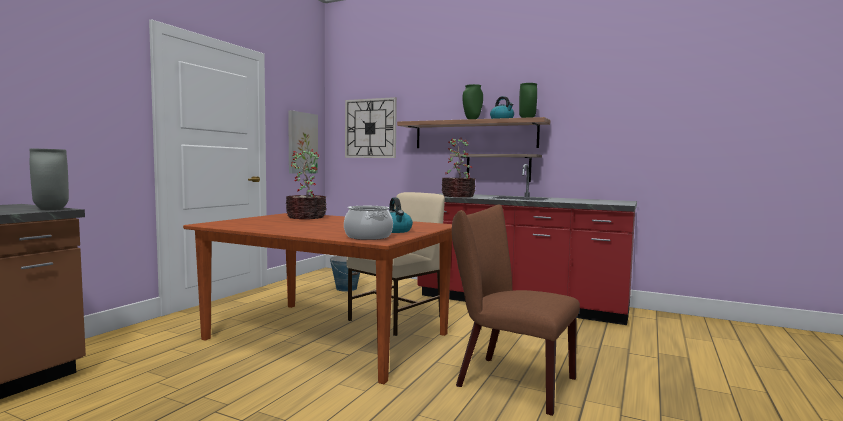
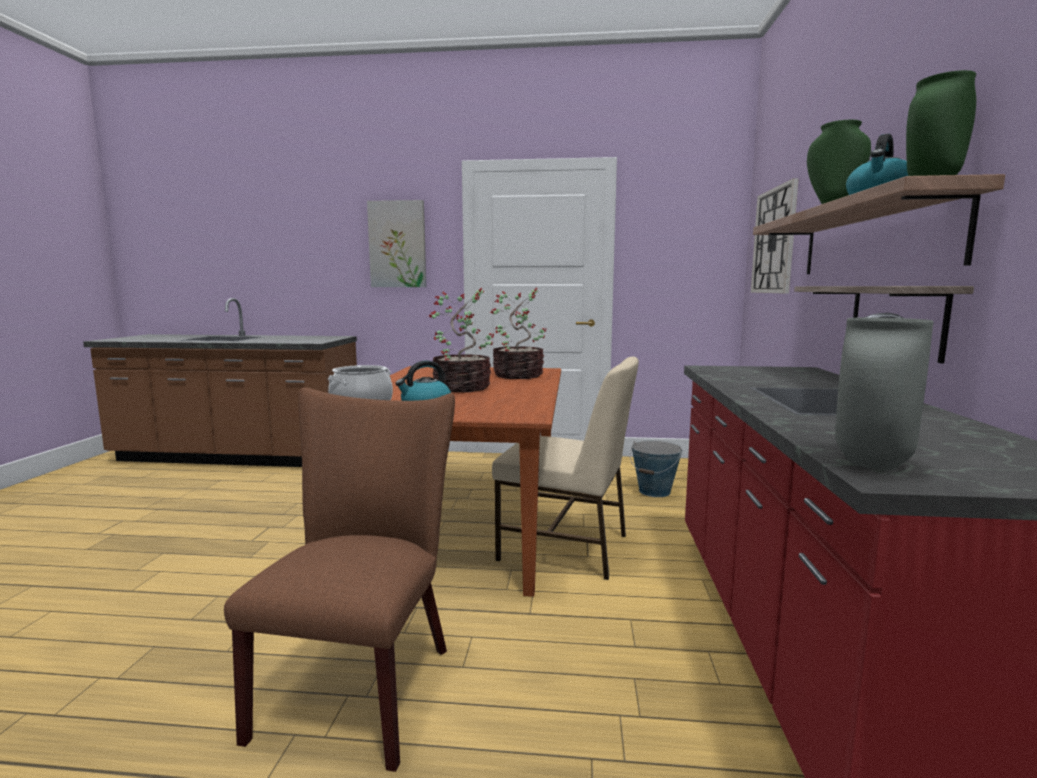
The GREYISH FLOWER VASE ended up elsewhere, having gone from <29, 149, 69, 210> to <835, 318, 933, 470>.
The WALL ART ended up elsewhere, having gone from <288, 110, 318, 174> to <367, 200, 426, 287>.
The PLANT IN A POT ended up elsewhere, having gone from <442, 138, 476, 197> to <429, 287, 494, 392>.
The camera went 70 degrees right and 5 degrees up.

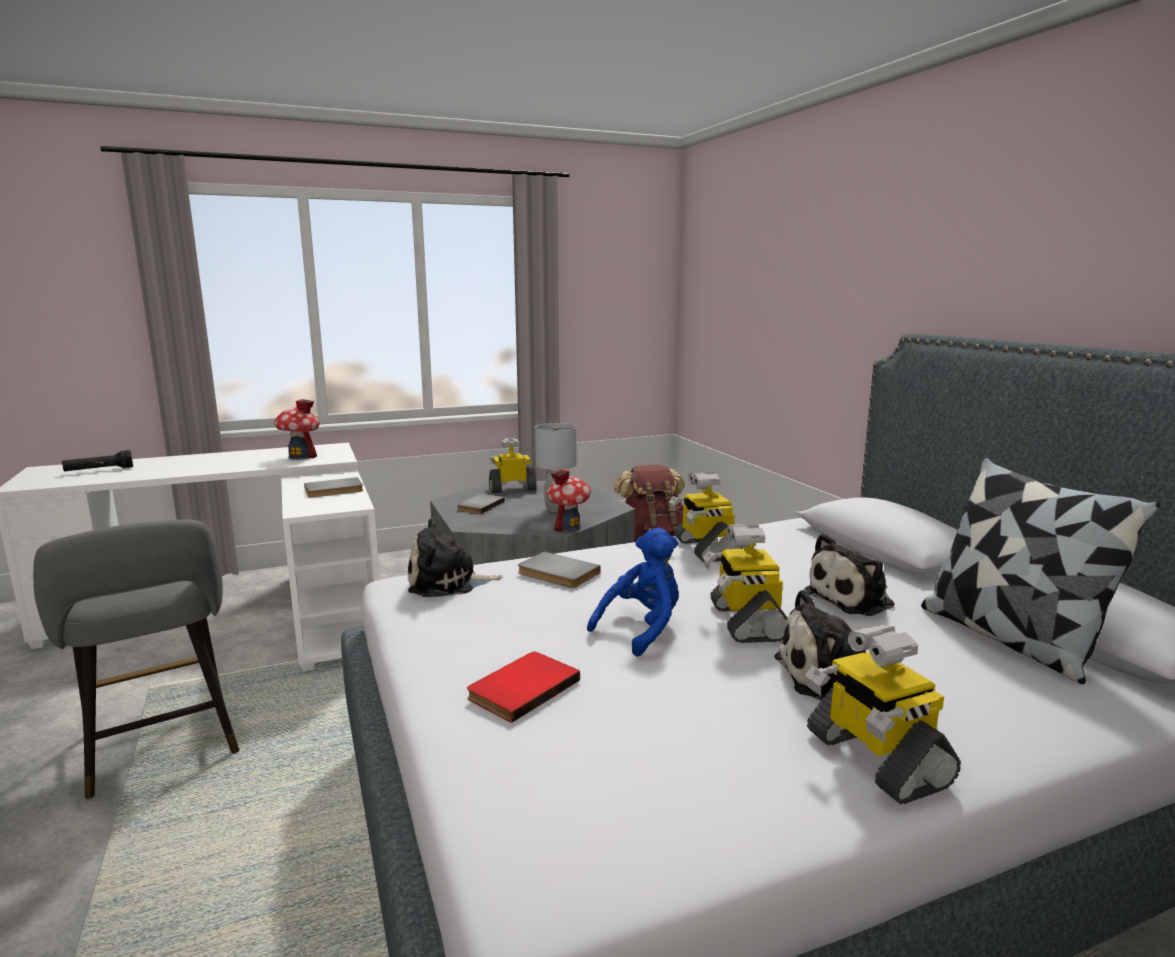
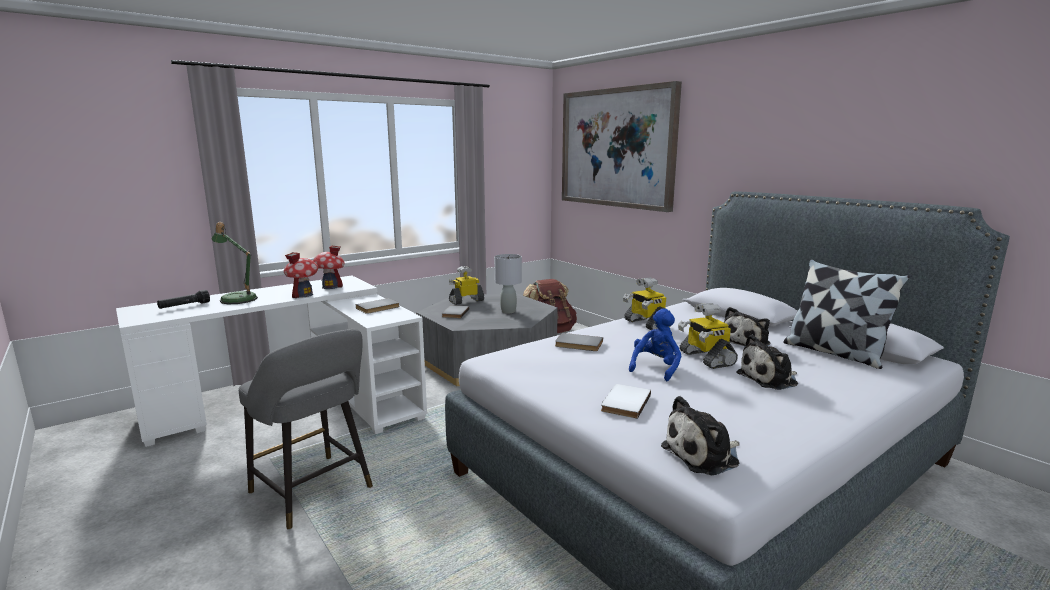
The second view lost the TOY ROBOT at <805, 625, 961, 805>.
The second view gained the TABLE LAMP at <211, 222, 258, 304>.
The second view gained the WALL ART at <562, 81, 682, 212>.
The PLUSH TOY ended up elsewhere, having gone from <408, 518, 503, 597> to <661, 396, 740, 475>.
The TOY HOUSE ended up elsewhere, having gone from <546, 469, 591, 532> to <284, 252, 318, 298>.
What was the RED VOLUME at <467, 652, 580, 723> turned into the WHITE-COLOURED VOLUME at <601, 384, 651, 419>.
The camera went 15 degrees left and 0 degrees up.

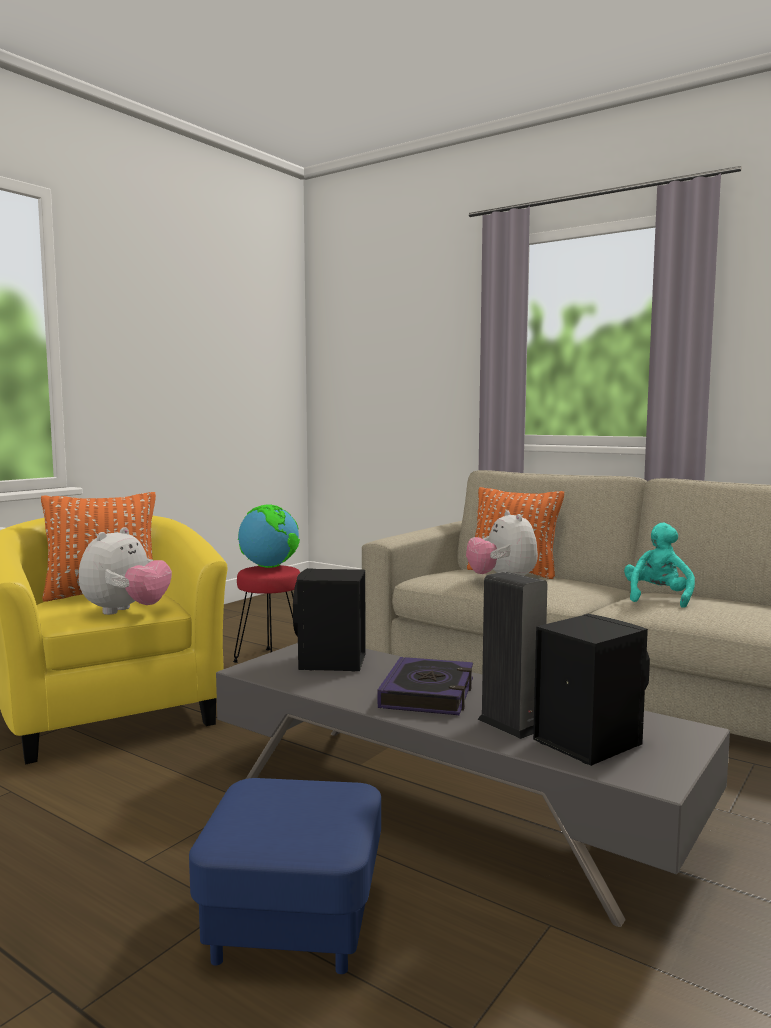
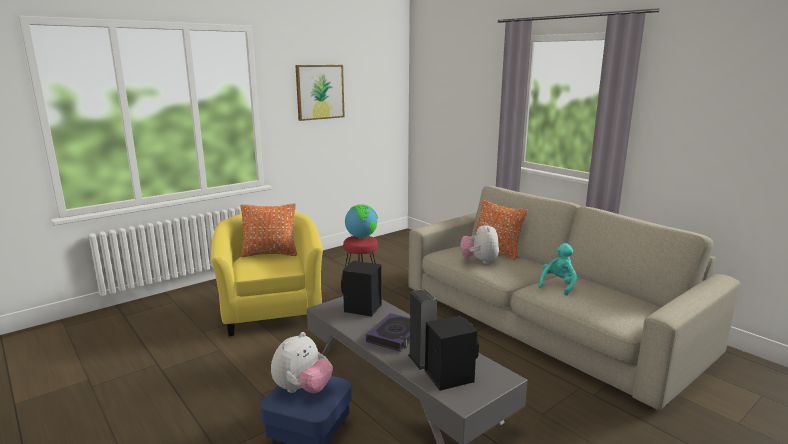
The second view gained the WALL ART at <295, 65, 345, 121>.
The PLUSH TOY ended up elsewhere, having gone from <79, 527, 172, 615> to <271, 332, 333, 393>.
The camera went 15 degrees right and 10 degrees up.

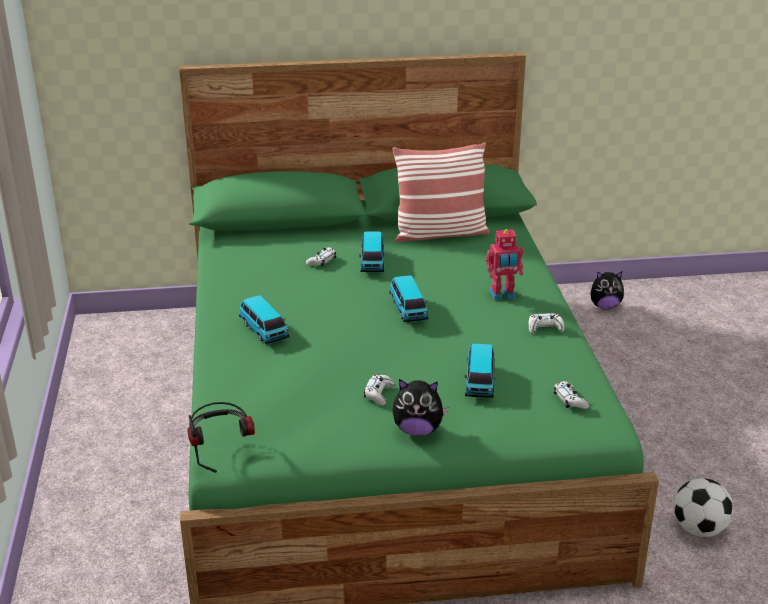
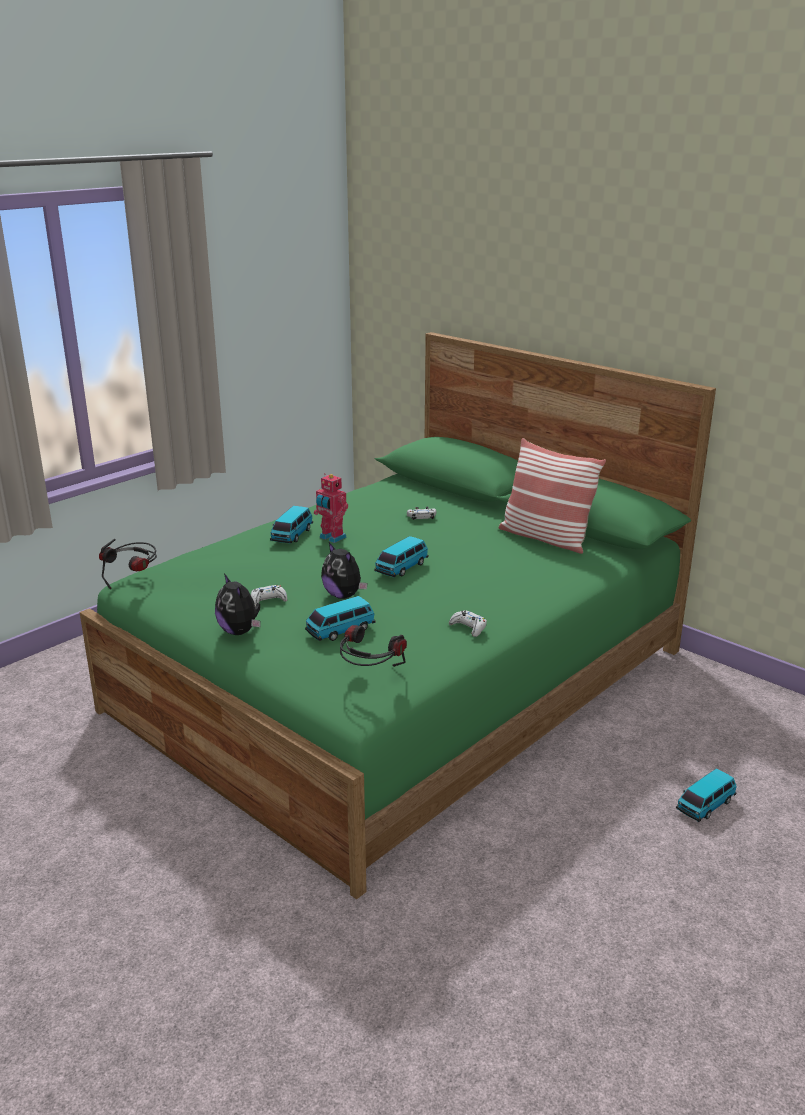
The second view lost the BALL FOR FOOTBALL at <673, 478, 734, 537>.
The MODEL CAR ended up elsewhere, having gone from <359, 231, 386, 272> to <676, 768, 737, 822>.
The TOY ROBOT ended up elsewhere, having gone from <485, 229, 523, 300> to <314, 473, 348, 543>.
The PLUSH TOY ended up elsewhere, having gone from <591, 271, 624, 310> to <321, 543, 367, 599>.
Where the WHITE-COLOURED GAME CONTROLLER stood at <554, 381, 589, 409>, the PAIR OF HEADPHONES came to stand at <340, 625, 407, 667>.
The camera went 50 degrees right and 5 degrees down.

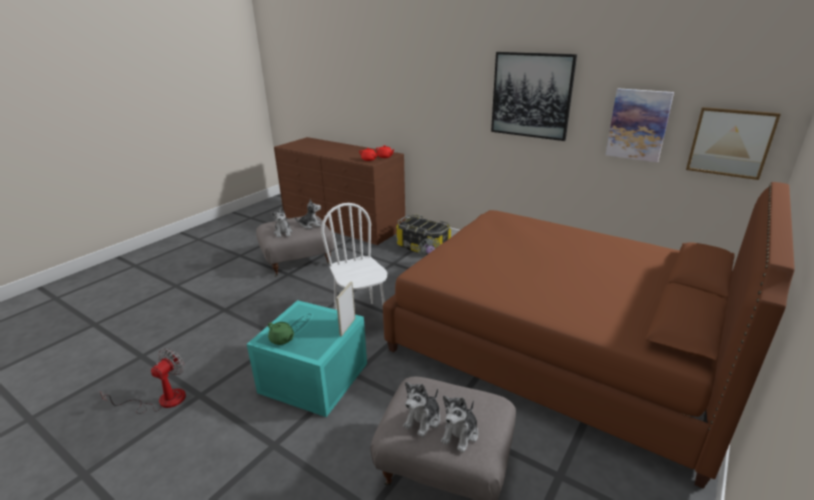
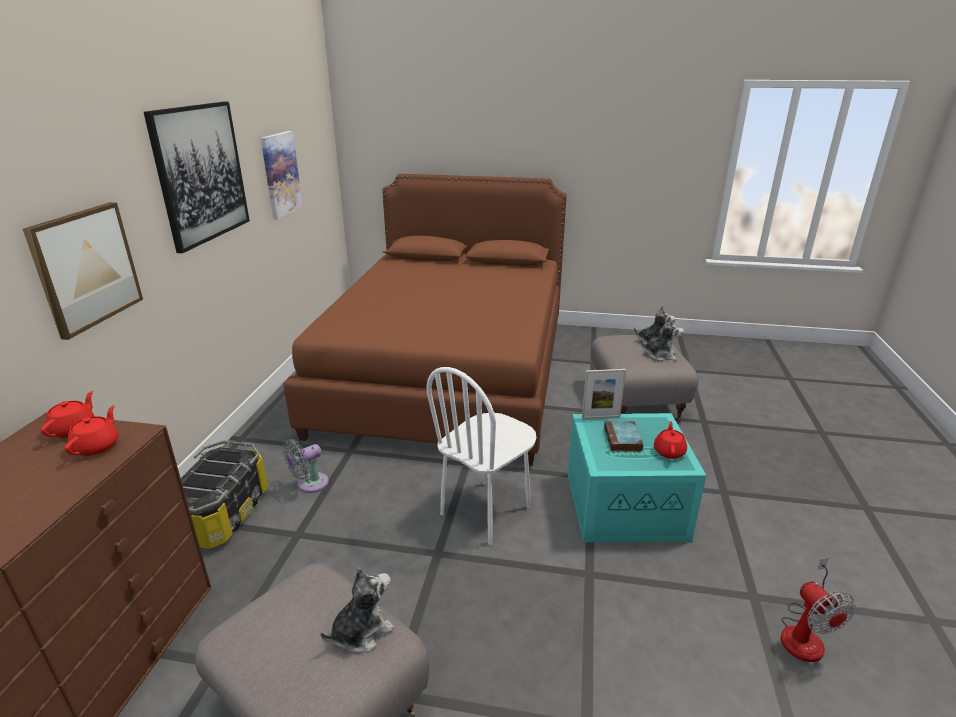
The second view lost the PLUSH TOY at <295, 199, 321, 229>.
The second view gained the VOLUME at <604, 421, 643, 452>.
The WALL ART ended up elsewhere, having gone from <686, 107, 781, 180> to <23, 202, 143, 340>.
What was the GREEN TEAPOT at <268, 322, 294, 345> turned into the RED TEAPOT at <654, 421, 687, 459>.
The COOLING FAN at <100, 349, 186, 413> ended up facing another way, 105 degrees counterclockwise from before.
The camera went 115 degrees left and 0 degrees up.

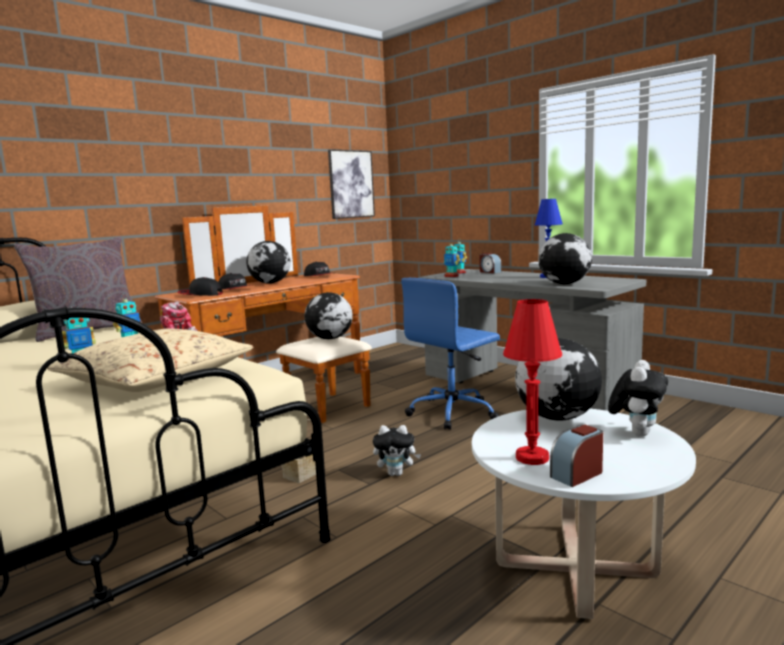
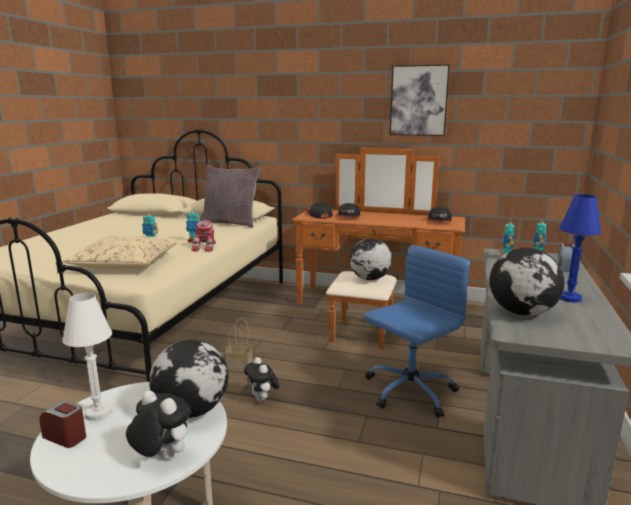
The second view lost the GLOBE at <246, 241, 291, 284>.
The WALL ART ended up elsewhere, having gone from <328, 149, 375, 219> to <390, 64, 450, 136>.
What was the RED TABLE LAMP at <503, 299, 562, 465> turned into the WHITE-COLOURED TABLE LAMP at <62, 293, 112, 421>.
The BLUE COMPUTER CHAIR at <401, 278, 500, 430> ended up facing another way, 120 degrees clockwise from before.
The PLUSH TOY at <608, 360, 668, 437> ended up facing another way, 150 degrees counterclockwise from before.
The camera went 60 degrees right and 5 degrees up.

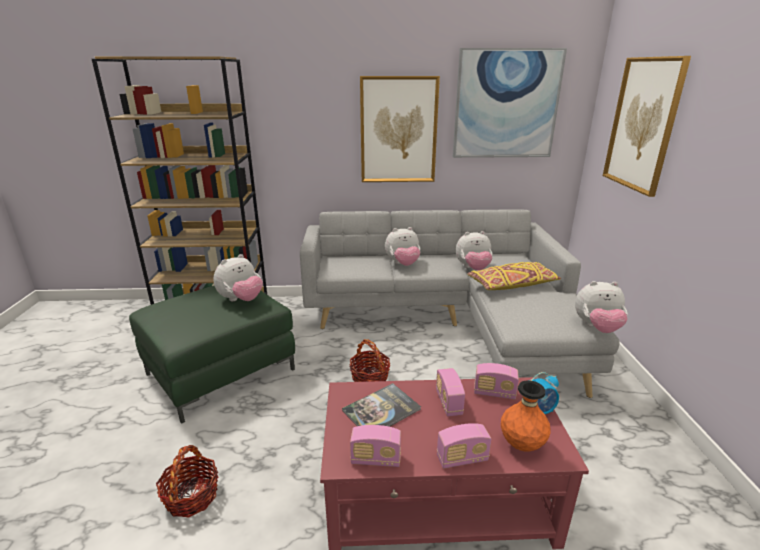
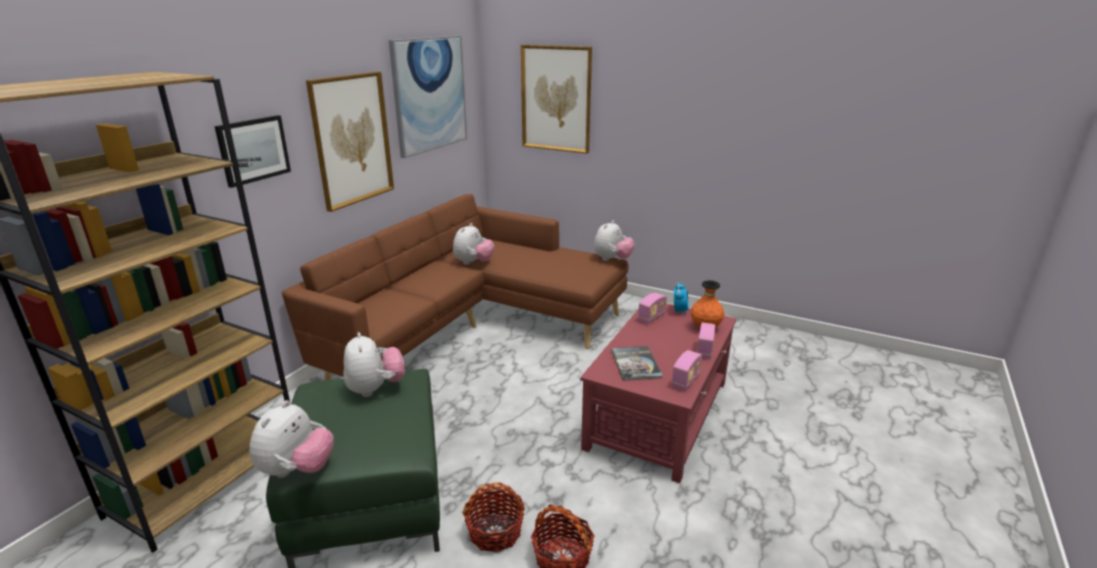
The second view lost the RADIO SET at <436, 368, 465, 416>.
The second view lost the YELLOW THROW PILLOW at <467, 262, 561, 290>.
The second view gained the WALL ART at <215, 115, 291, 188>.
The HOUSEHOLD BASKET ended up elsewhere, having gone from <349, 339, 390, 382> to <462, 482, 525, 553>.
The PLUSH TOY ended up elsewhere, having gone from <385, 227, 420, 266> to <249, 400, 334, 478>.
What was the GREYISH COUCH at <300, 209, 620, 398> turned into the BROWN COUCH at <282, 194, 629, 381>.
The camera went 60 degrees left and 0 degrees up.

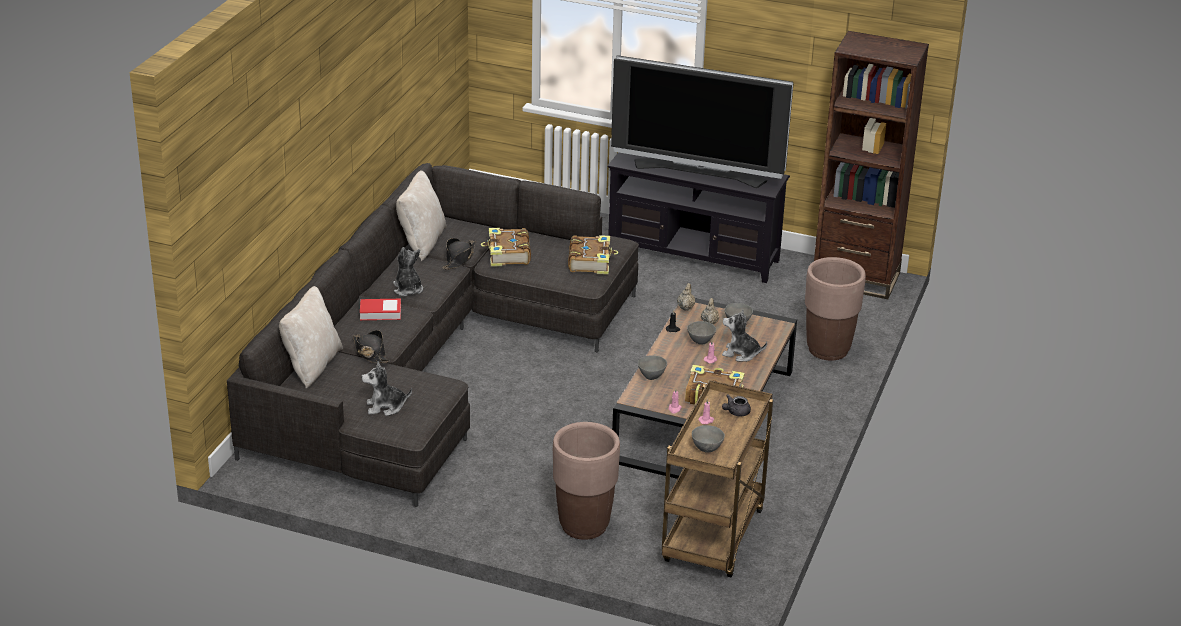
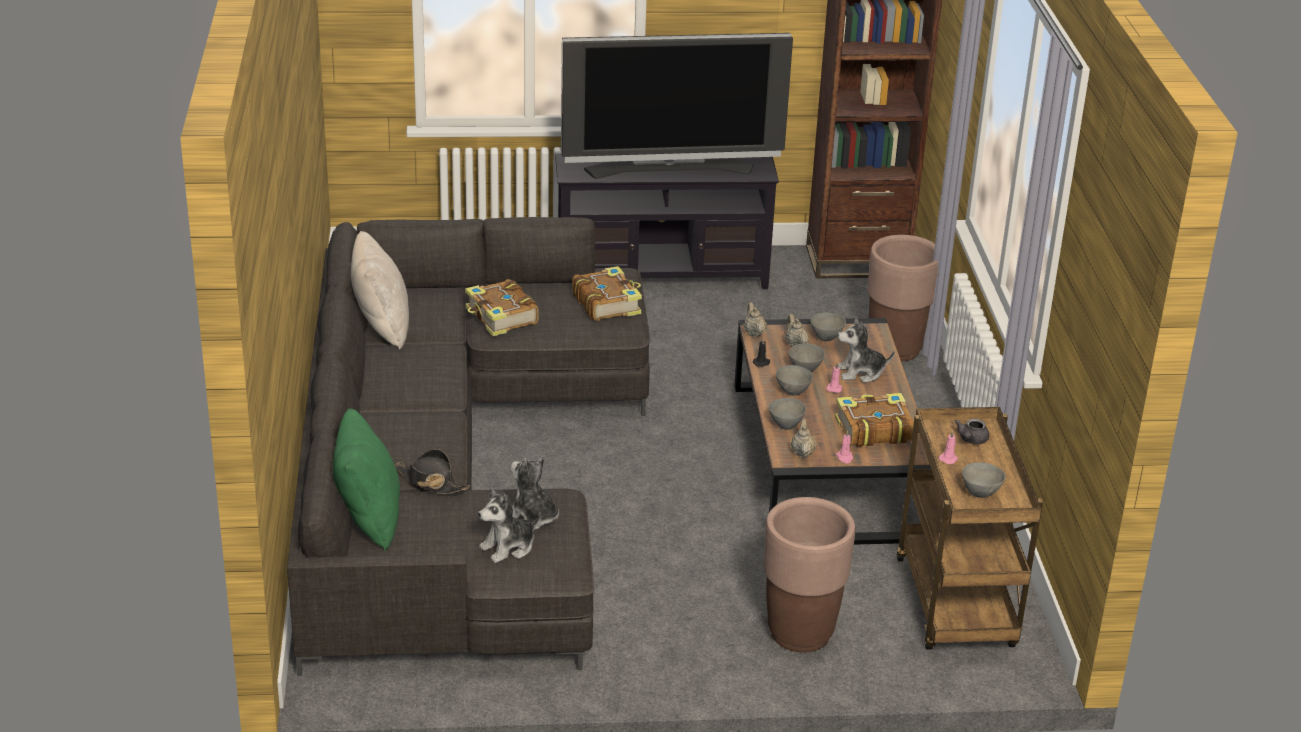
The second view lost the VOLUME at <360, 299, 401, 320>.
The second view lost the BLACKISH HAT at <442, 238, 476, 270>.
The second view gained the GREYISH DEEP DISH at <776, 365, 813, 396>.
The second view gained the BEIGE TEAPOT at <791, 419, 817, 458>.
The PLUSH TOY ended up elsewhere, having gone from <393, 247, 423, 296> to <510, 456, 559, 530>.
What was the BEIGE THROW PILLOW at <279, 286, 343, 388> turned into the GREEN THROW PILLOW at <333, 408, 400, 551>.
The camera went 25 degrees left and 0 degrees up.

